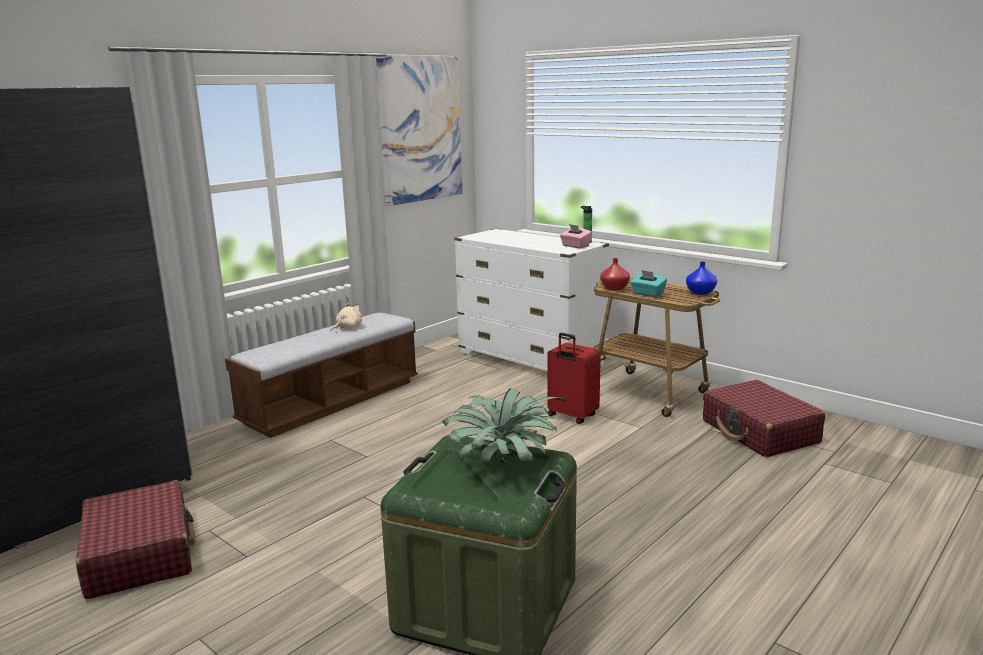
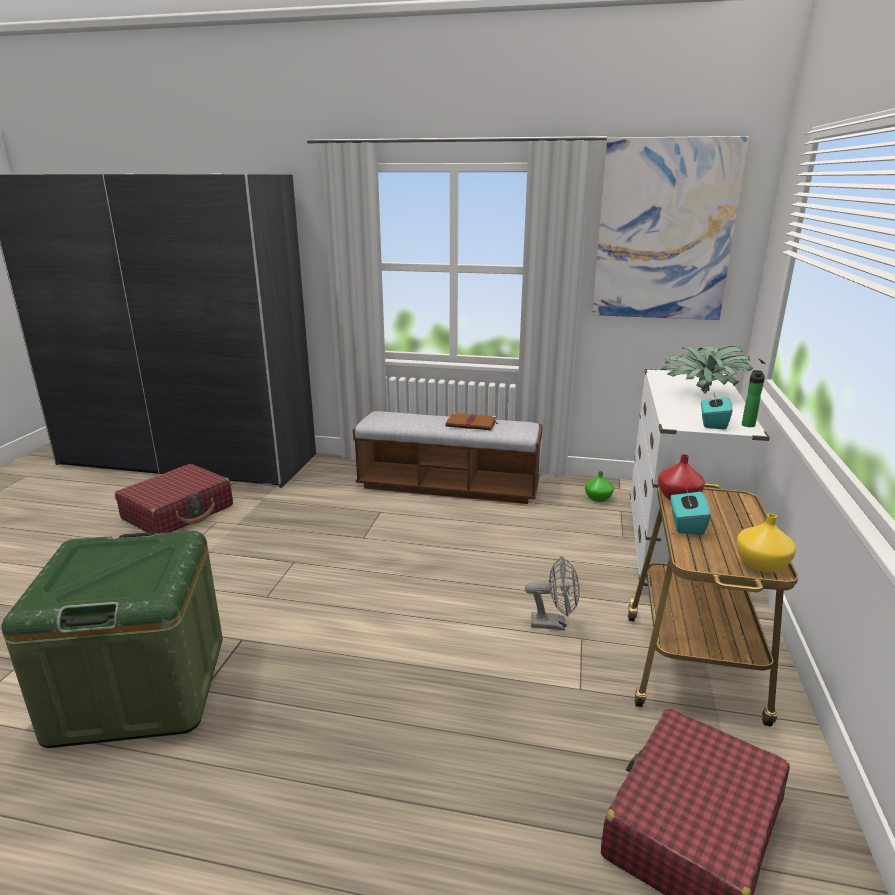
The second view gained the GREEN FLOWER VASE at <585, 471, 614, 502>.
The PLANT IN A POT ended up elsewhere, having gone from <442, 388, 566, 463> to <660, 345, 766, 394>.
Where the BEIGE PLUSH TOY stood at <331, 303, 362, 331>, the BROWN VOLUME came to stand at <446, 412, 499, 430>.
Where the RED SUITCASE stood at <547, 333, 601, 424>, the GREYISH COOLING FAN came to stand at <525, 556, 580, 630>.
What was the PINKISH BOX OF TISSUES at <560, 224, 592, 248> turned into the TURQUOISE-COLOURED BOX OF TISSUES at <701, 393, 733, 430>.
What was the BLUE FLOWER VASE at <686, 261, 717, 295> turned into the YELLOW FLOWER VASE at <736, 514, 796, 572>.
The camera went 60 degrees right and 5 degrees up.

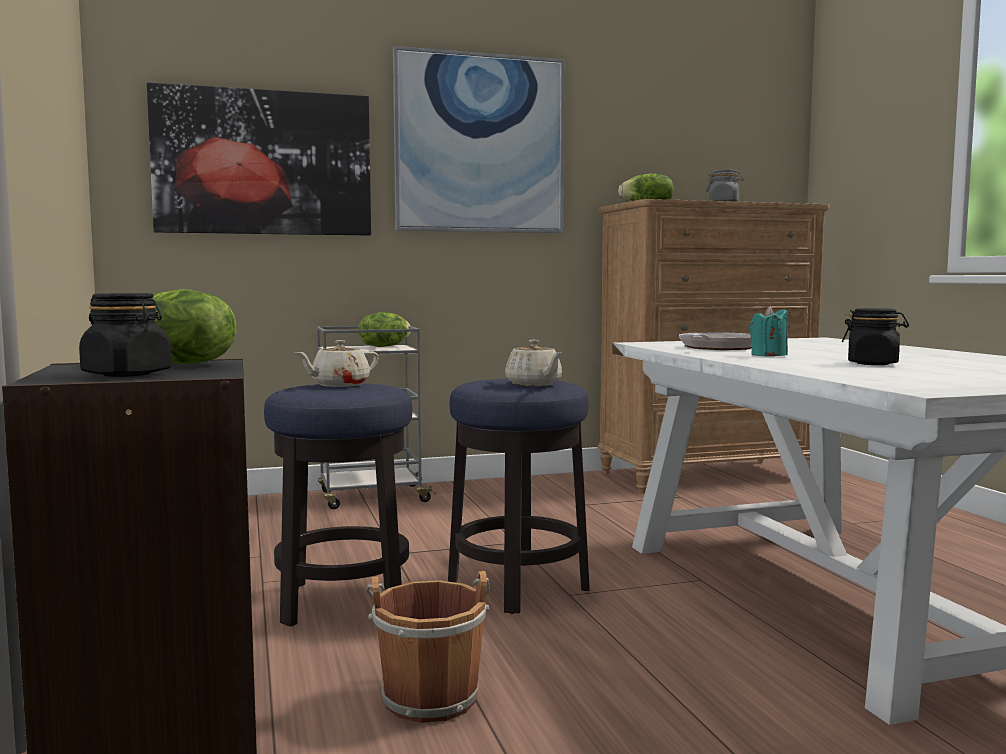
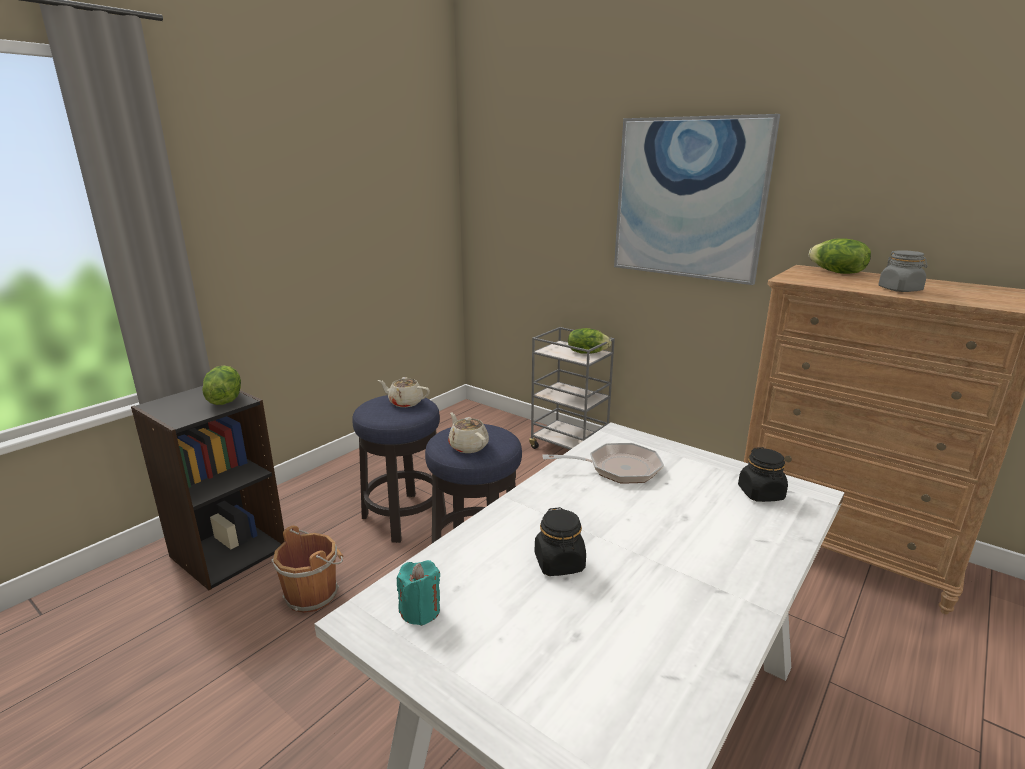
The second view lost the WALL ART at <147, 82, 371, 235>.
The BLACKISH JAR ended up elsewhere, having gone from <79, 293, 172, 377> to <738, 447, 788, 502>.
The TURQUOISE-COLOURED WAX LIGHT ended up elsewhere, having gone from <750, 306, 788, 356> to <397, 560, 440, 626>.
The BEIGE TEAPOT at <505, 340, 562, 386> ended up facing another way, 120 degrees clockwise from before.
The camera went 55 degrees right and 15 degrees up.

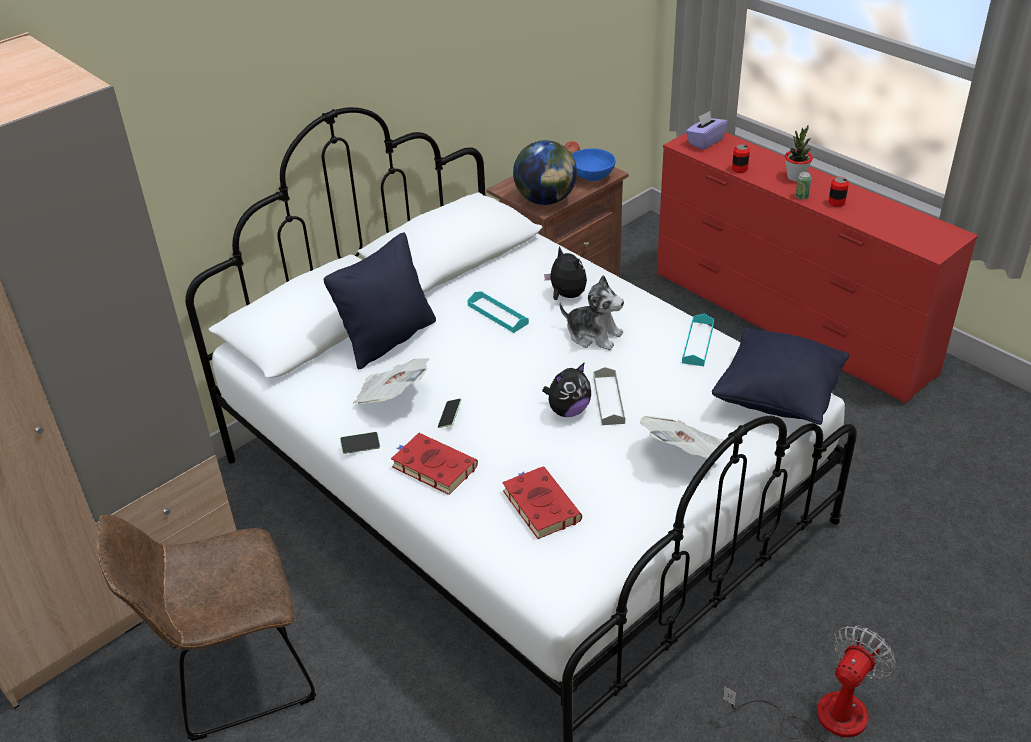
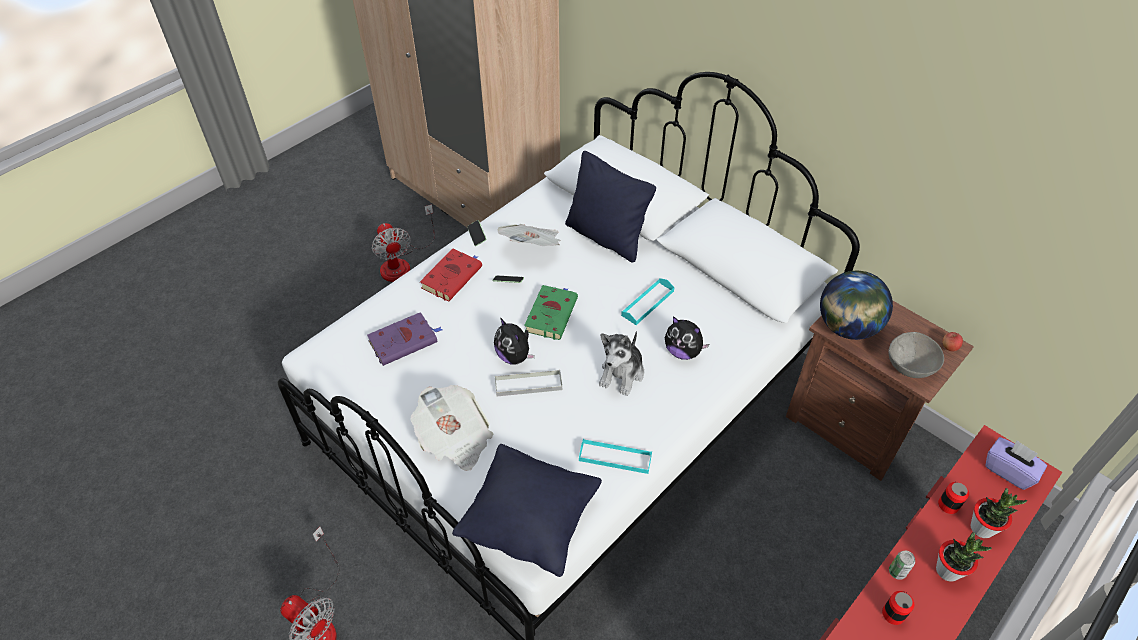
The second view gained the GREEN VOLUME at <524, 285, 578, 340>.
The second view gained the PLANT IN A POT at <971, 488, 1027, 538>.
Where the BROWN UPRIGHT CHAIR stood at <97, 514, 316, 741>, the COOLING FAN came to stand at <372, 204, 434, 282>.
What was the RED VOLUME at <502, 466, 582, 539> turned into the PURPLE-COLOURED VOLUME at <367, 312, 442, 366>.
What was the BLUE DEEP DISH at <572, 149, 615, 181> turned into the GREYISH DEEP DISH at <888, 332, 944, 378>.
The PLUSH TOY at <544, 246, 587, 300> ended up facing another way, 75 degrees clockwise from before.
The camera went 85 degrees right and 10 degrees up.

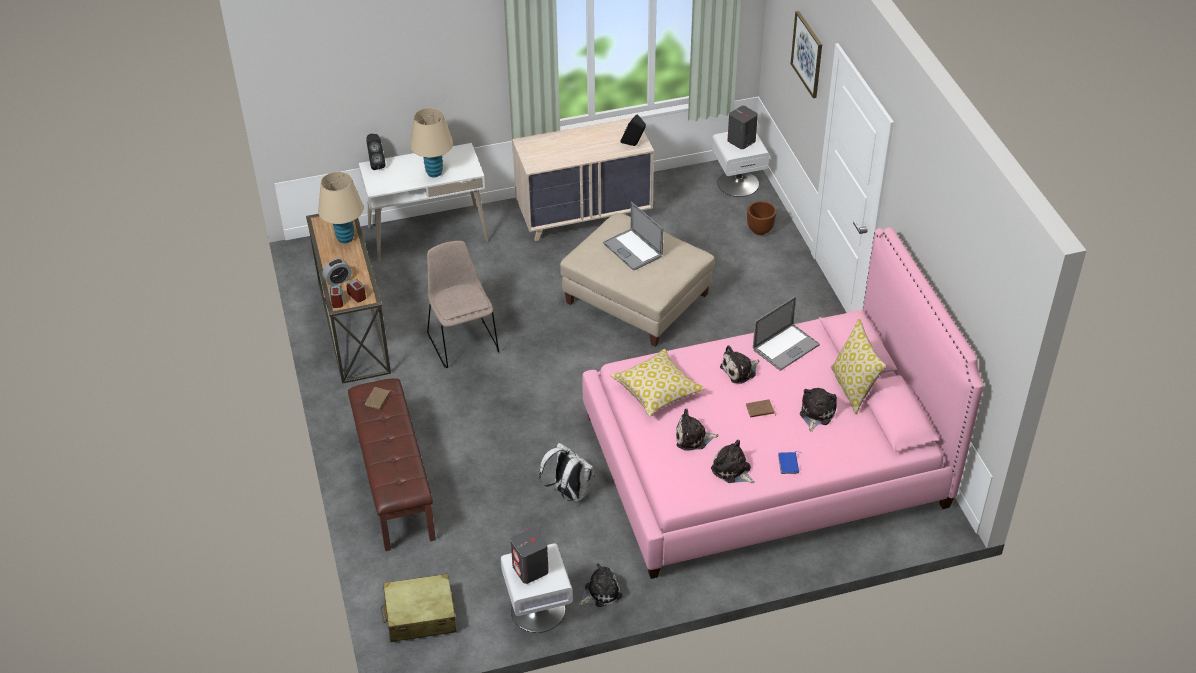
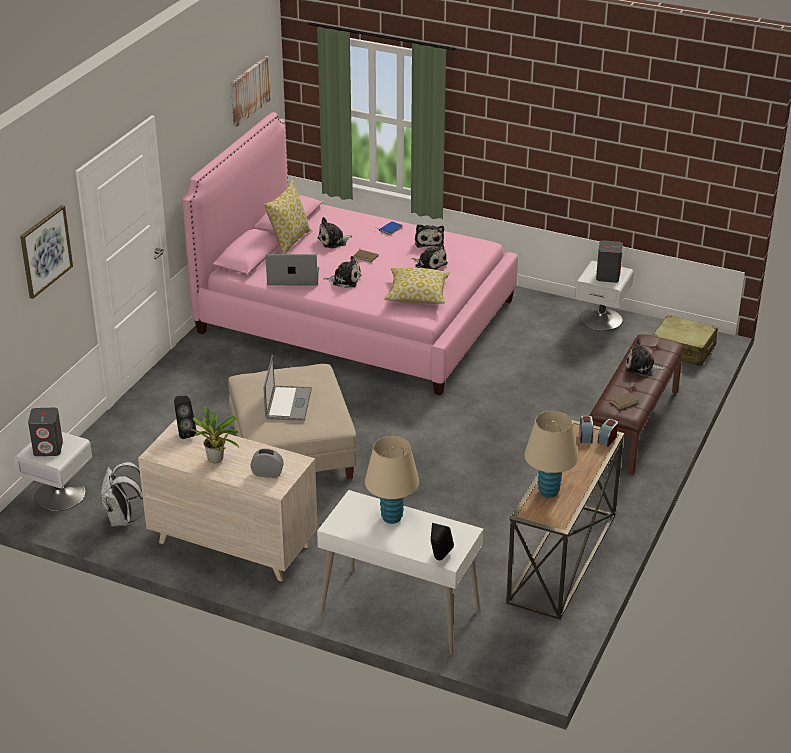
The second view lost the BEIGE UPRIGHT CHAIR at <427, 241, 499, 368>.
The second view lost the BROWN PLANTER at <747, 201, 776, 235>.
The second view gained the PLANT IN A POT at <179, 406, 239, 463>.
The second view gained the WALL ART at <231, 56, 271, 127>.
The BEDSIDE CLOCK ended up elsewhere, having gone from <323, 259, 352, 286> to <250, 448, 284, 478>.
The WHITE-COLOURED BACKPACK ended up elsewhere, having gone from <539, 443, 595, 502> to <100, 462, 143, 527>.
The PLUSH TOY ended up elsewhere, having gone from <579, 563, 622, 607> to <626, 339, 666, 376>.
The camera went 140 degrees left and 10 degrees down.

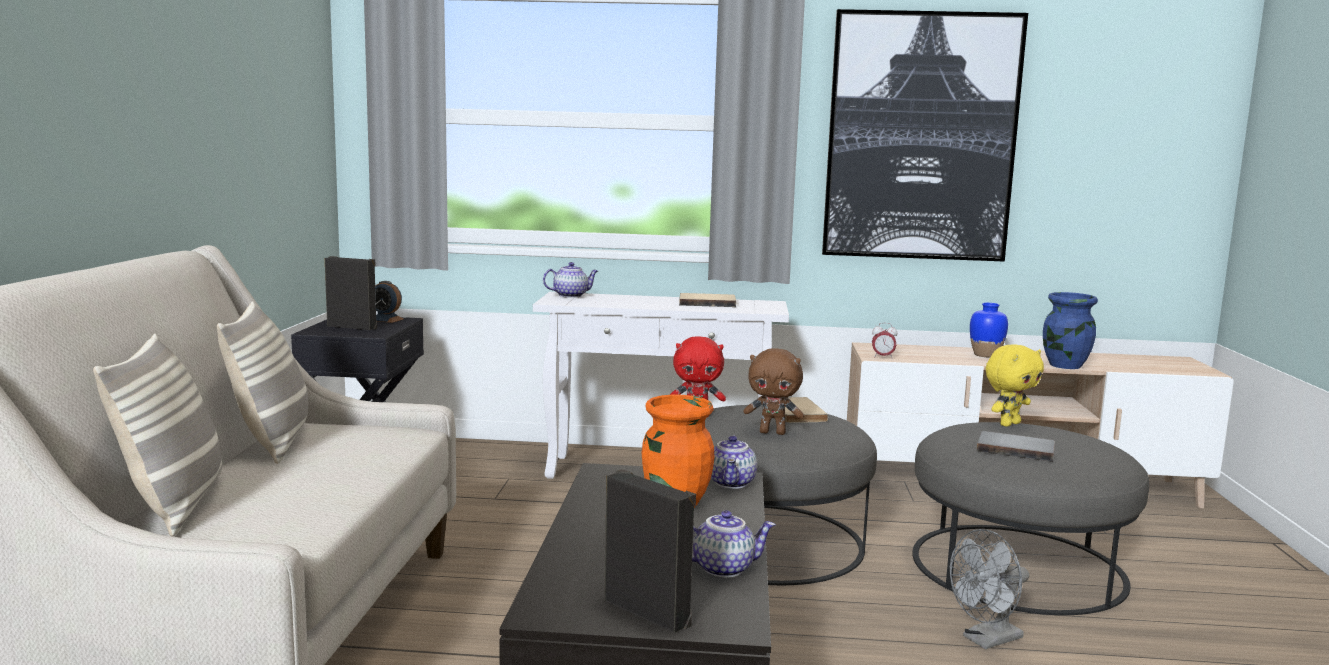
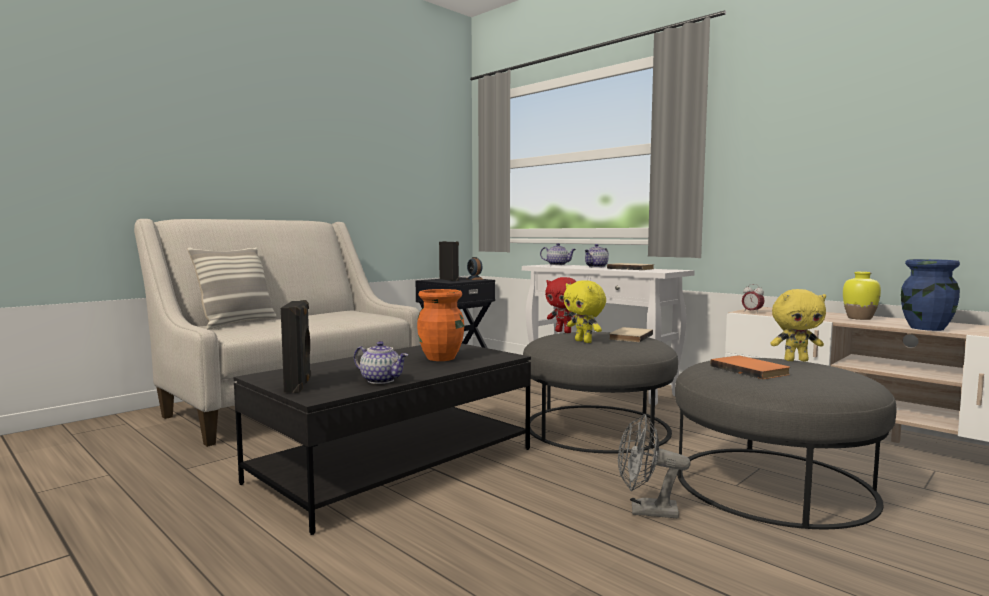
The second view lost the THROW PILLOW at <217, 301, 308, 464>.
The second view lost the WALL ART at <822, 9, 1028, 262>.
The TEAPOT ended up elsewhere, having gone from <711, 435, 757, 489> to <584, 244, 609, 268>.
What was the BROWN PLUSH TOY at <743, 348, 804, 435> turned into the YELLOW PLUSH TOY at <563, 280, 606, 343>.
What was the BLUE FLOWER VASE at <970, 303, 1008, 358> turned into the YELLOW FLOWER VASE at <843, 272, 881, 320>.
What was the GREYISH VOLUME at <977, 431, 1055, 462> turned into the ORANGEY VOLUME at <710, 356, 790, 379>.
The camera went 40 degrees right and 5 degrees down.

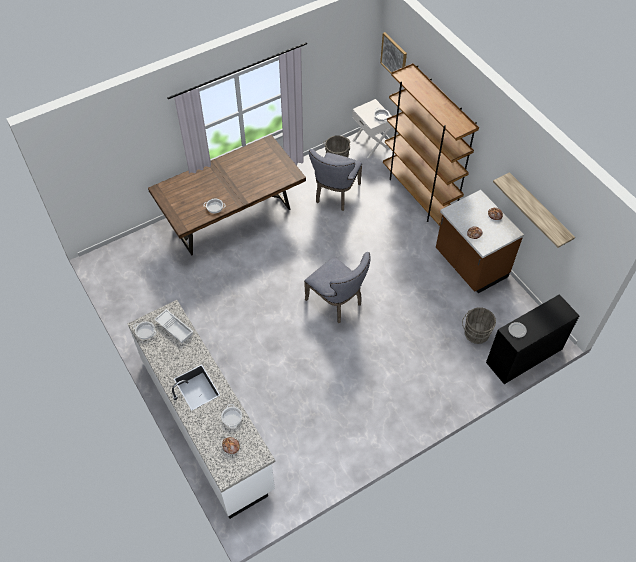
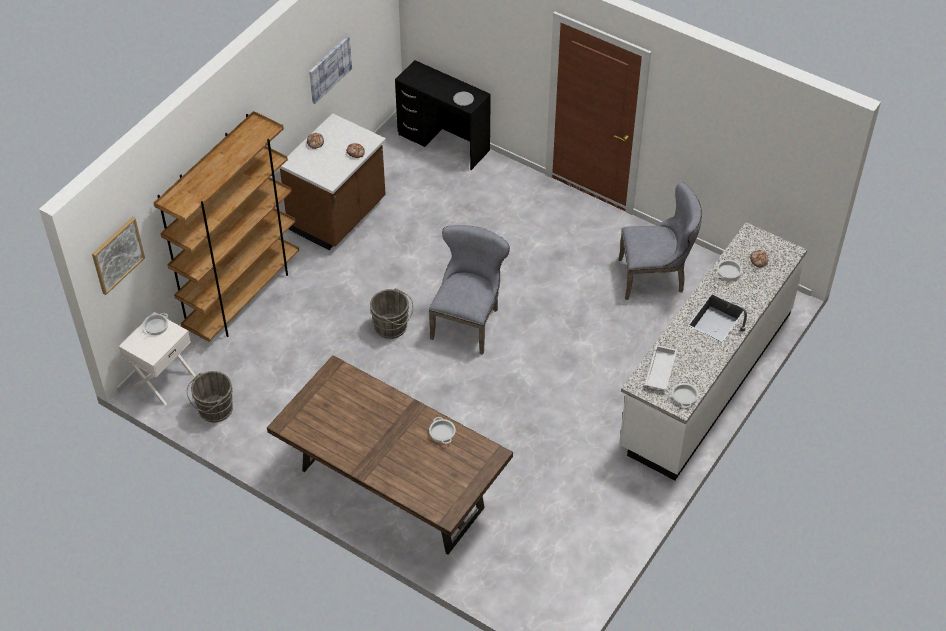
The GREYISH UPRIGHT CHAIR ended up elsewhere, having gone from <309, 149, 362, 211> to <619, 182, 702, 300>.
The GREYISH BUCKET ended up elsewhere, having gone from <462, 307, 496, 344> to <370, 288, 413, 339>.
Where the SHELF hung at <493, 172, 575, 248>, the WALL ART came to hang at <309, 36, 352, 104>.
The camera went 115 degrees left and 5 degrees down.

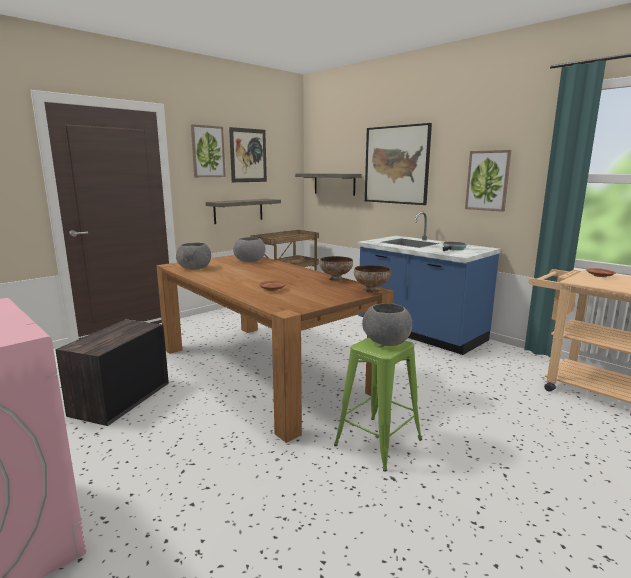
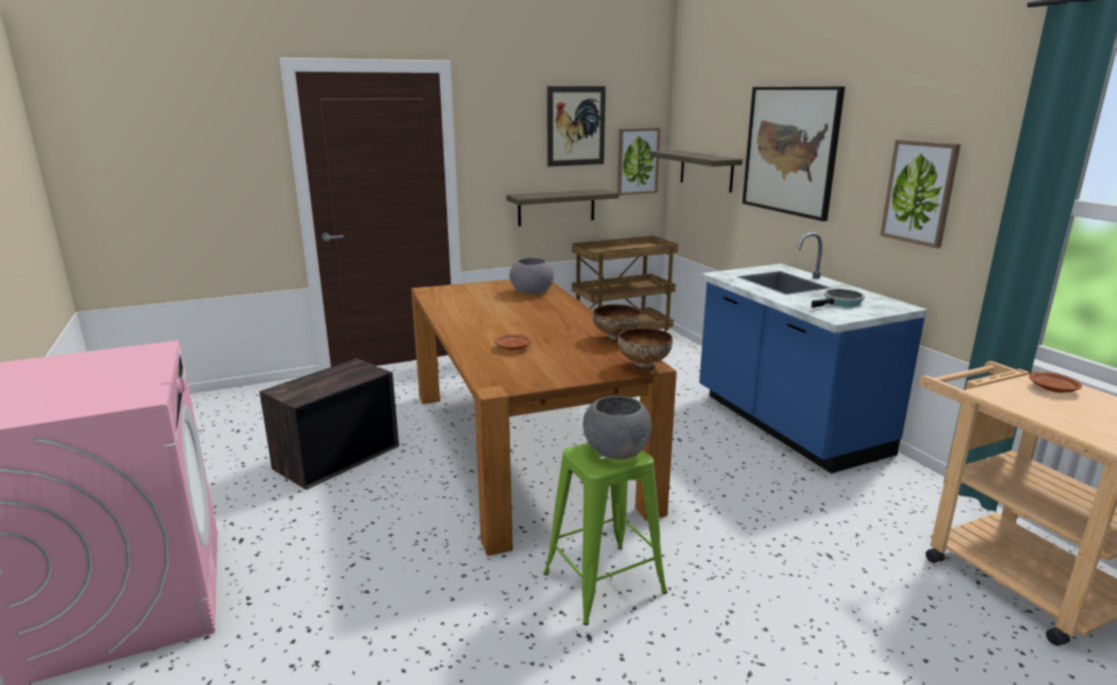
The second view lost the GREYISH DEEP DISH at <176, 243, 211, 270>.
The WALL ART ended up elsewhere, having gone from <191, 124, 226, 177> to <617, 128, 660, 195>.
The camera went 20 degrees right and 5 degrees up.

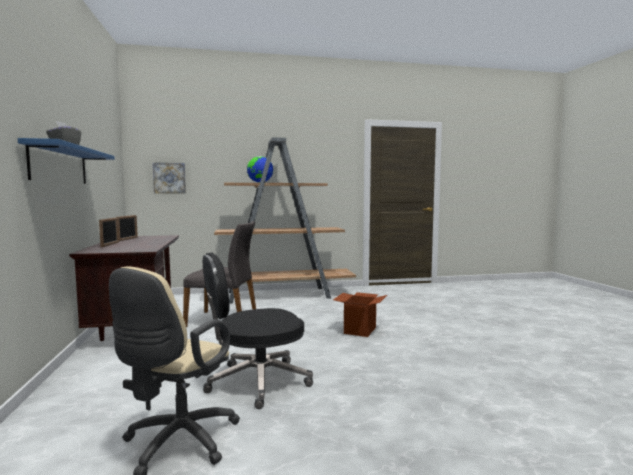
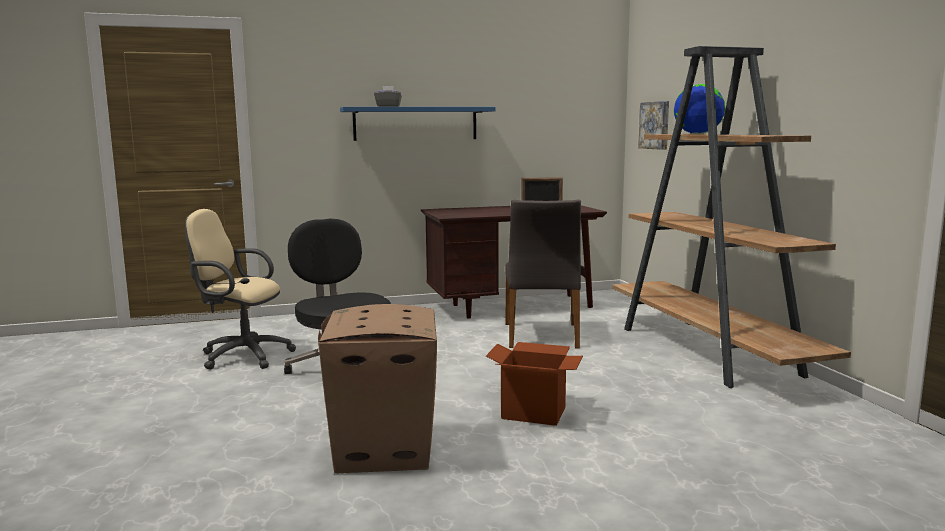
The second view lost the PHOTO FRAME at <99, 218, 119, 247>.
The second view gained the CARDBOARD BOX at <318, 304, 437, 473>.
The camera went 85 degrees right and 5 degrees up.

